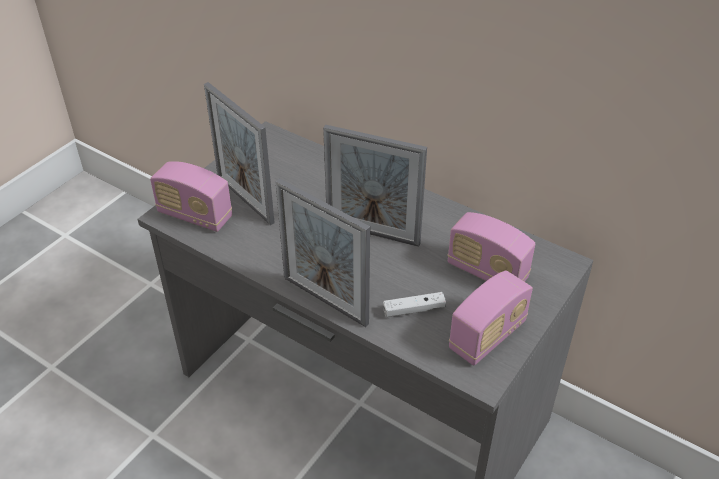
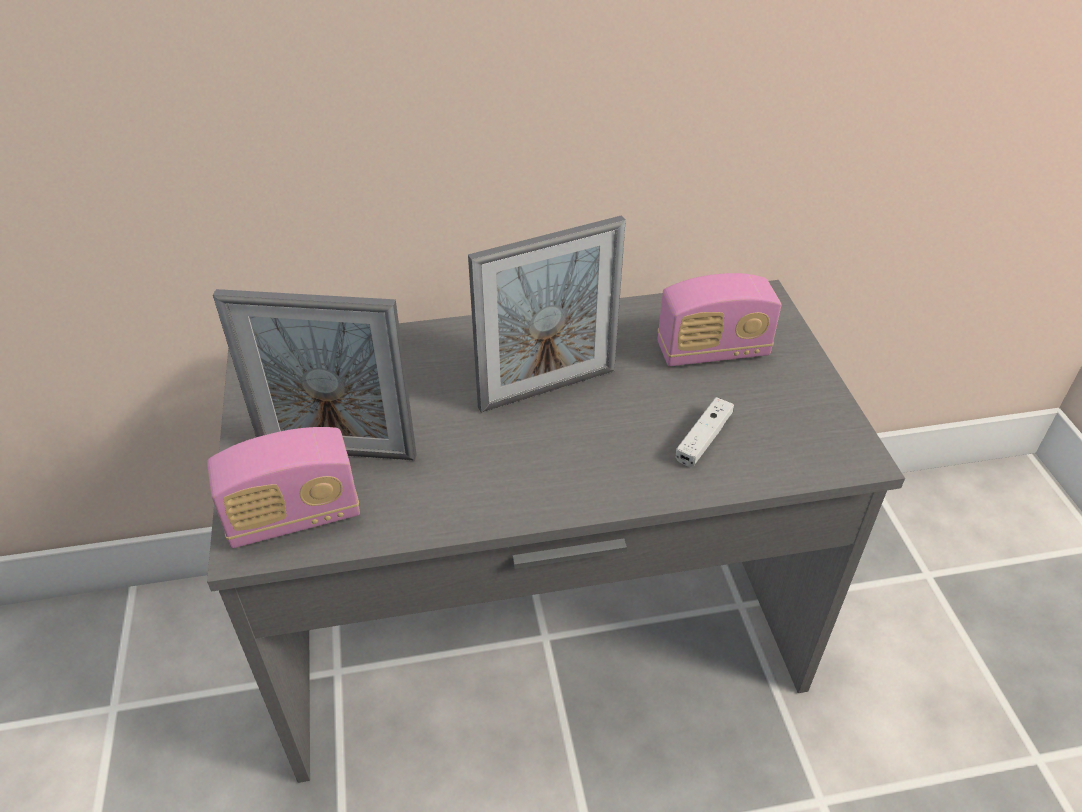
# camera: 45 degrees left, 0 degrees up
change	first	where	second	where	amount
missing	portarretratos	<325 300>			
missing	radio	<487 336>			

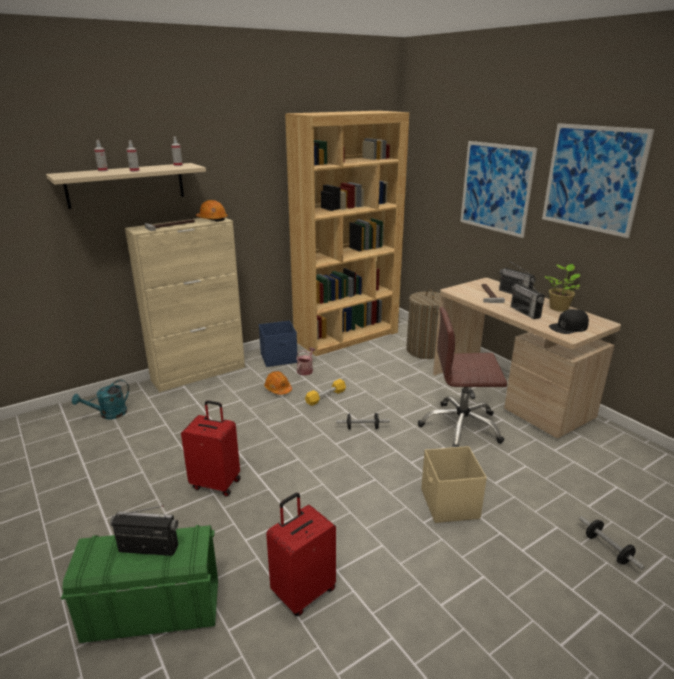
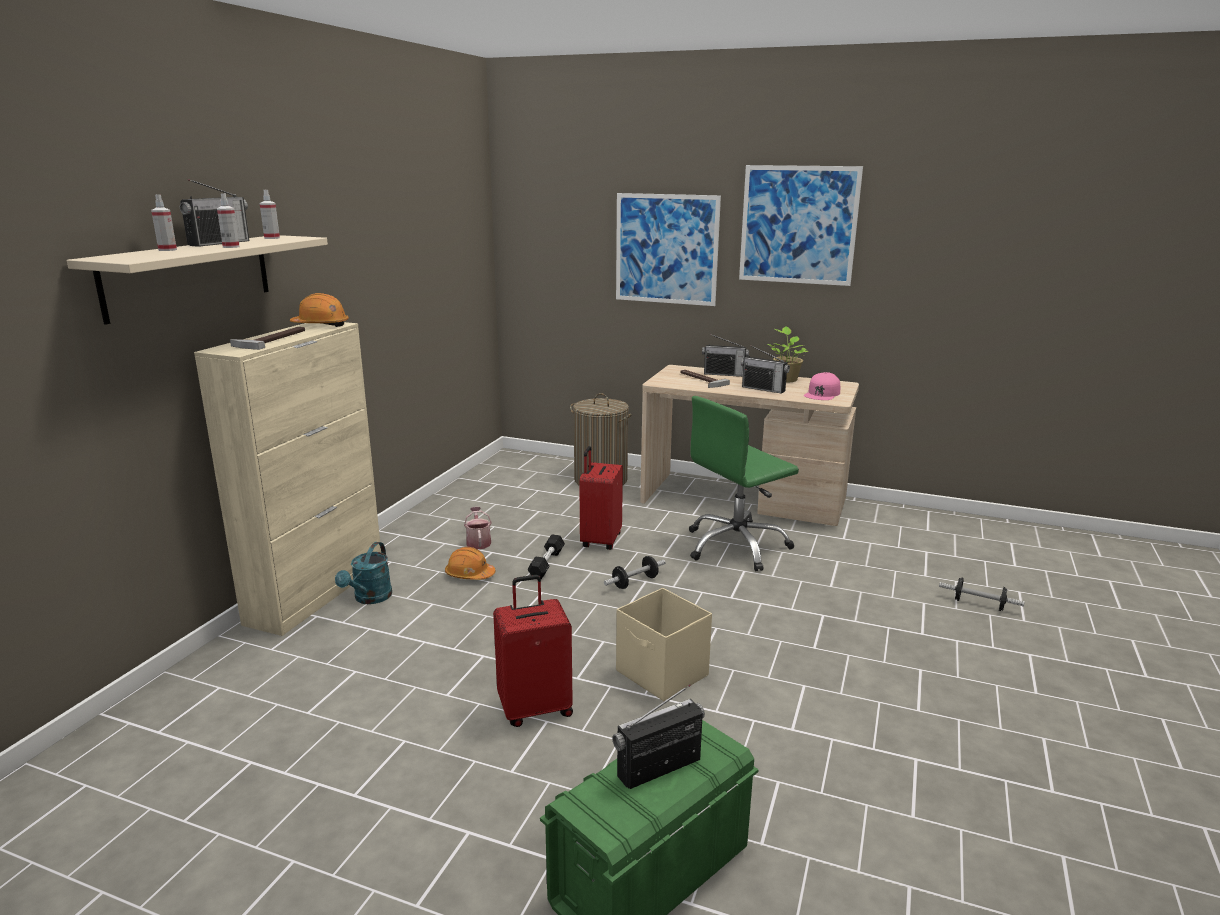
# camera: 35 degrees left, 5 degrees down
change	first	where	second	where	amount
missing	caja de almacenaje [azul]	<279 358>			
missing	estantería [marrón]	<347 336>			
appeared			radio	<219 243>	
relocated	regadera [turquesa]	<109 414>		<369 598>	
relocated	maleta [rojo]	<303 592>		<600 541>	
relocated	caja de almacenaje [beis]	<449 504>		<662 674>	
colour	mancuerna [amarillo]	<326 397>	mancuerna [negro]	<546 564>	
colour	silla de oficina [marrón]	<461 427>	silla de oficina [verde]	<736 546>	
colour	gorra [negro]	<568 327>	gorra [rosa]	<822 394>	

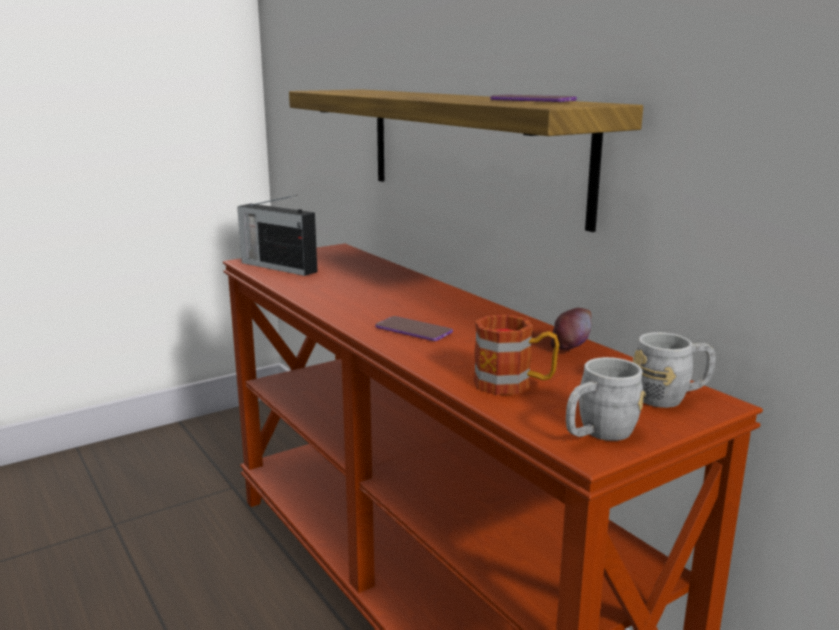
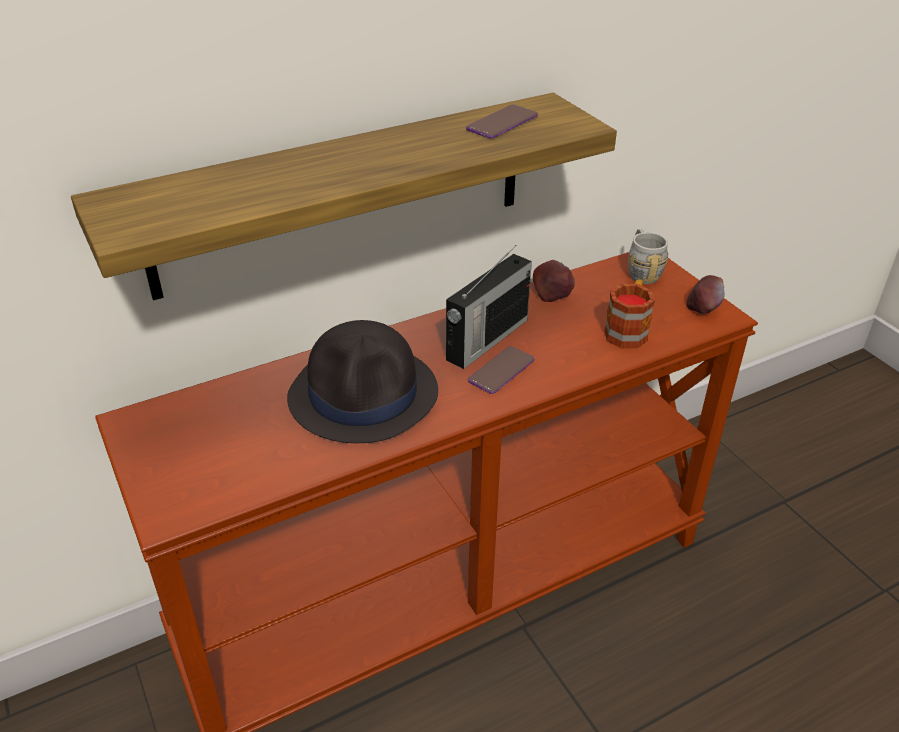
# camera: 85 degrees left, 20 degrees up
change	first	where	second	where	amount
appeared			sombrero [negro]	<364 395>	
relocated	radio	<277 267>		<486 340>	
exchanged	taza grande [gris]	<597 434>	manzana	<702 309>	

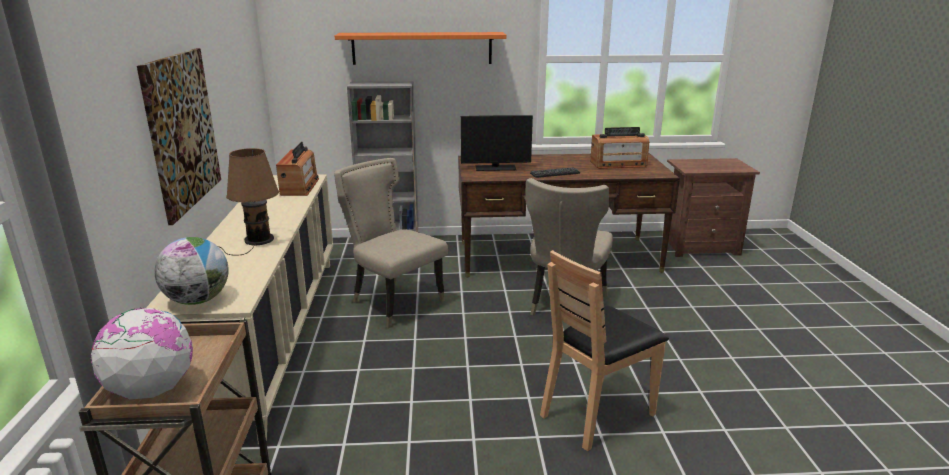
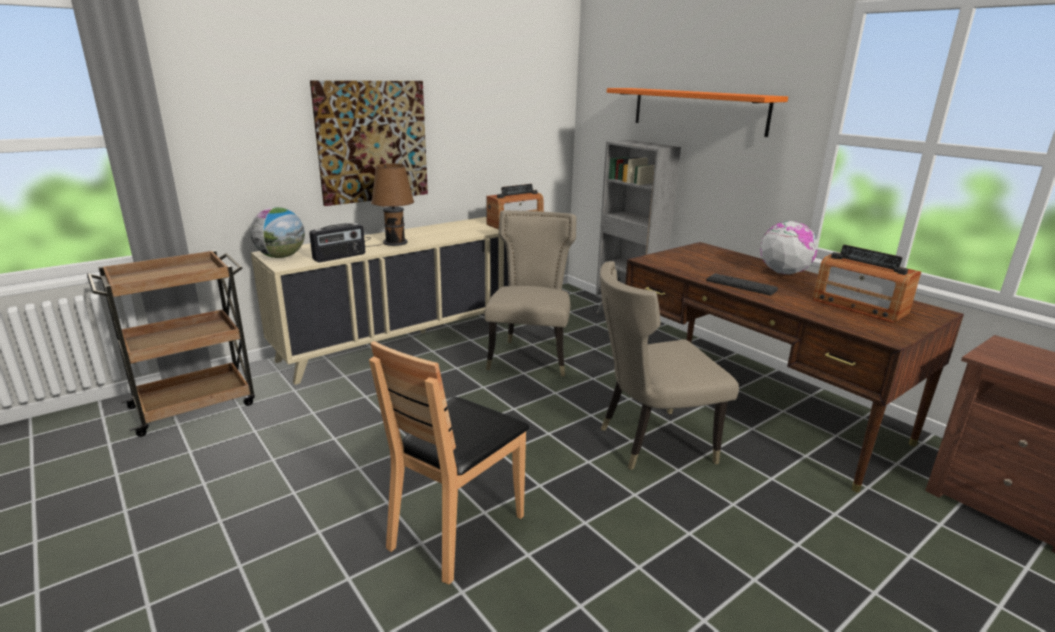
# camera: 55 degrees right, 0 degrees up
change	first	where	second	where	amount
missing	monitor	<495 168>			
appeared			radio	<340 257>	
relocated	globo terráqueo	<151 390>		<783 272>	
spun	silla [marrón]	<597 413>		<456 529>	75 degrees counterclockwise

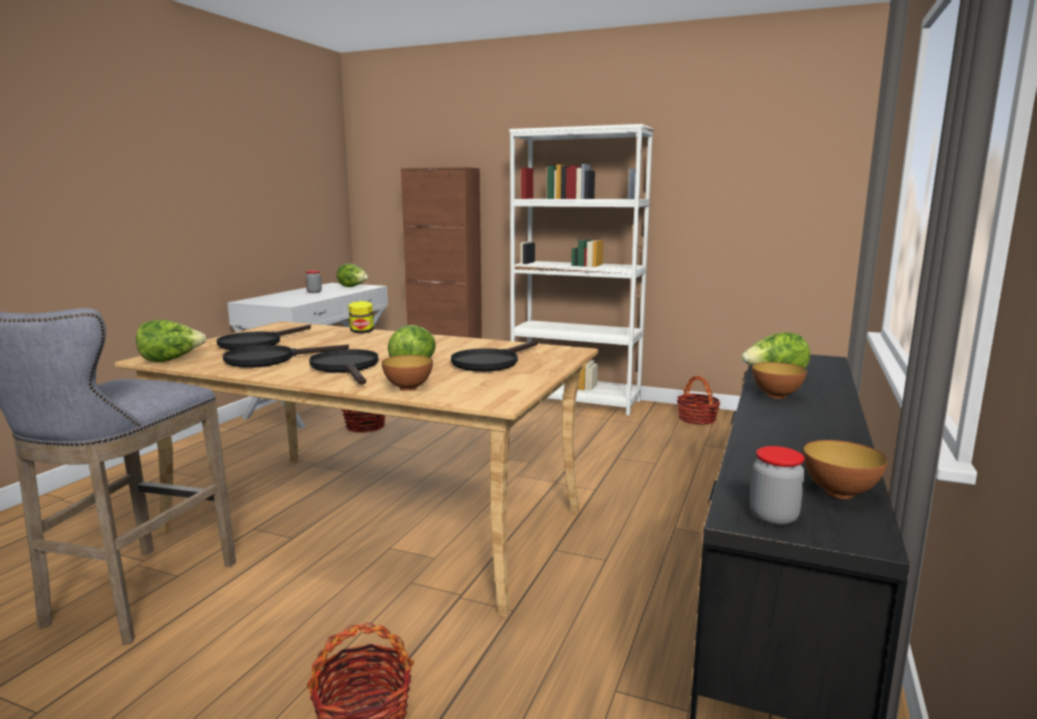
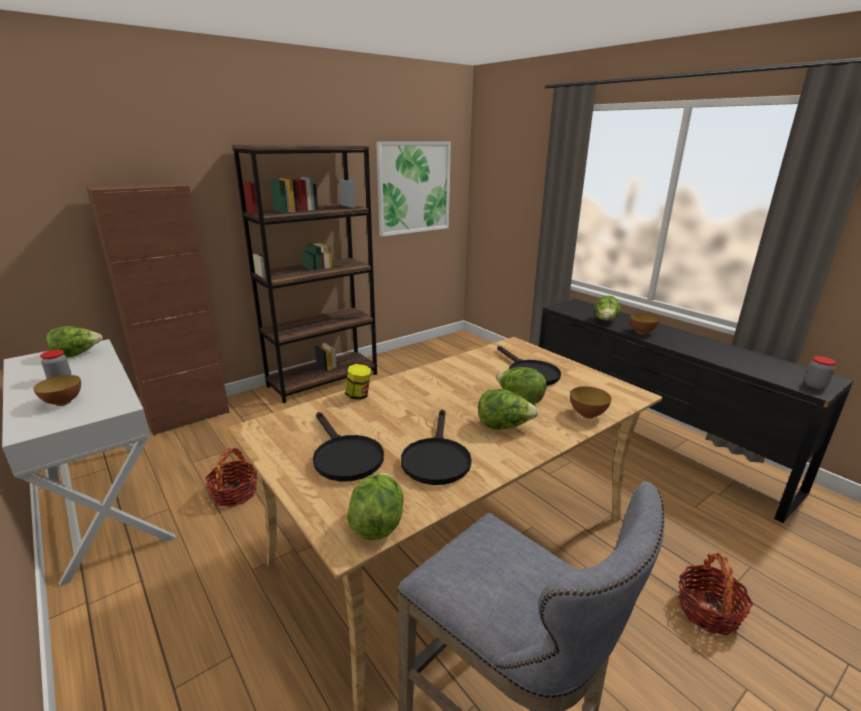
# camera: 60 degrees left, 10 degrees up
change	first	where	second	where	amount
missing	cesta	<696 419>			
appeared			cuadro	<414 188>	
relocated	cuenco	<839 493>		<63 402>	
exchanged	sartén [negro]	<347 368>	lechuga	<504 426>	
colour	estantería [blanco]	<576 401>	estantería [marrón]	<323 380>	

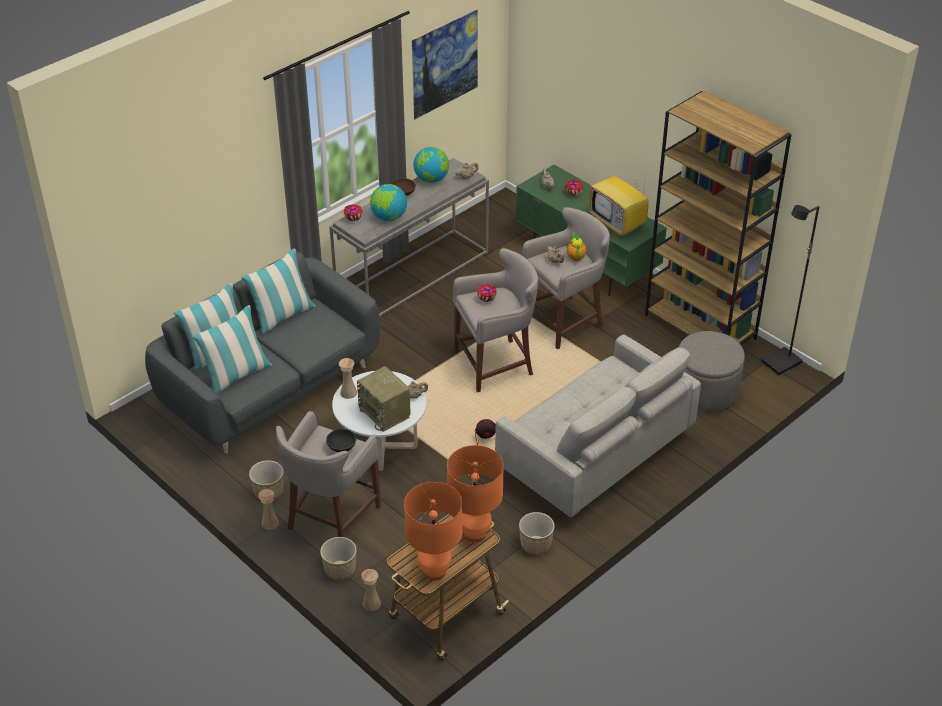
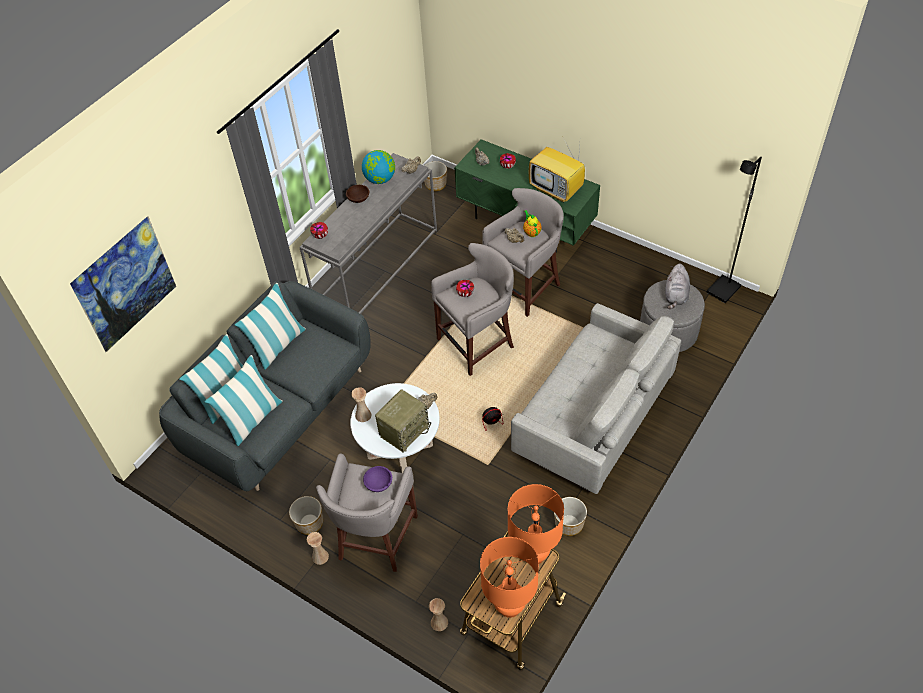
# camera: 10 degrees left, 10 degrees up
change	first	where	second	where	amount
missing	globo terráqueo	<389 217>			
missing	estantería [marrón]	<701 327>			
appeared			peluche [gris]	<676 296>	
relocated	maceta	<340 569>		<435 184>	
relocated	cuadro	<446 84>		<134 302>	
colour	cuenco [negro]	<341 447>	cuenco [morado]	<379 484>	
spun	radio	<385 413>		<404 430>	90 degrees counterclockwise

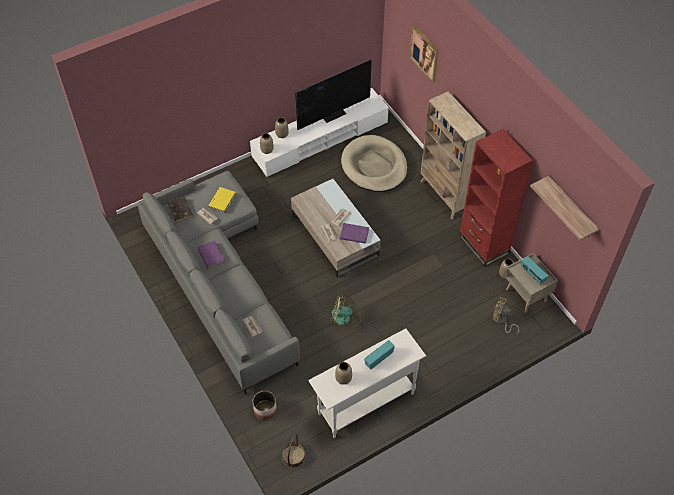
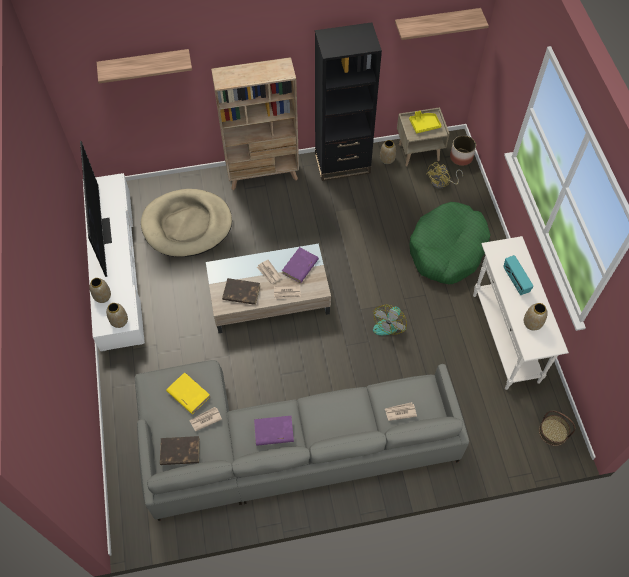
# camera: 70 degrees left, 5 degrees up
change	first	where	second	where	amount
appeared			libro [marrón]	<241 293>	
appeared			cama para perro [verde]	<447 250>	
relocated	maceta	<265 410>		<461 157>	
exchanged	cuadro	<424 53>	estante	<145 65>	
exchanged	radio	<532 275>	bandeja [amarillo]	<424 125>	
colour	estantería [rojo]	<483 244>	estantería [negro]	<342 164>	

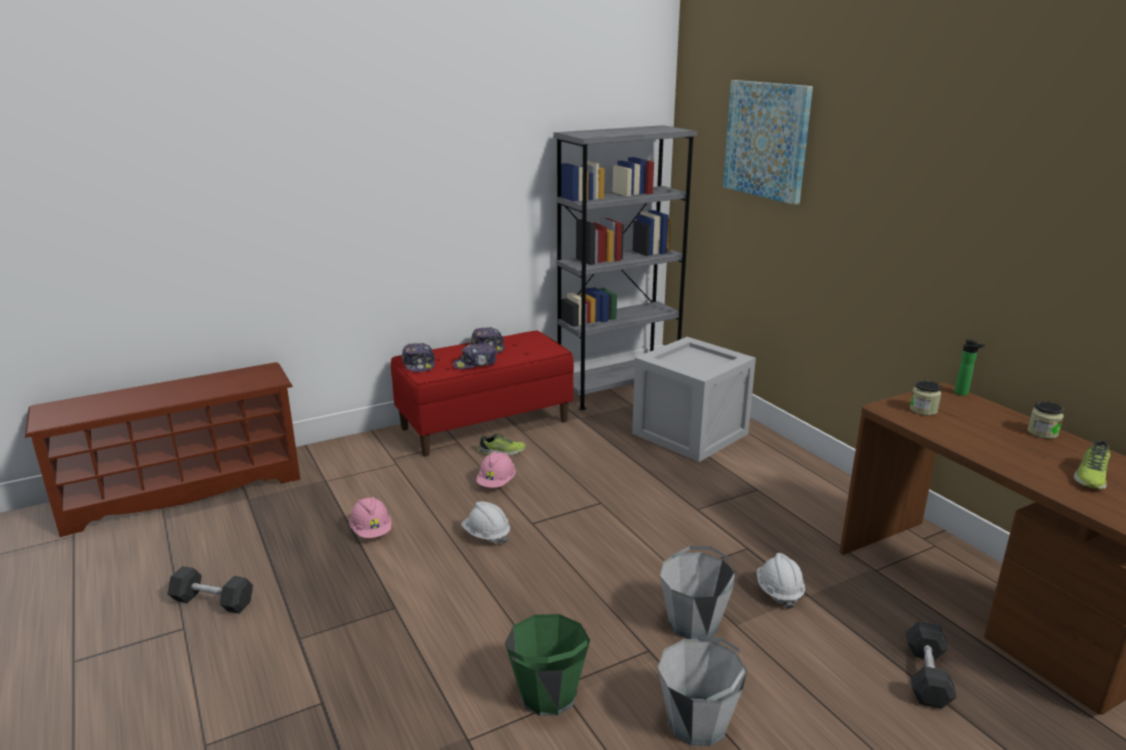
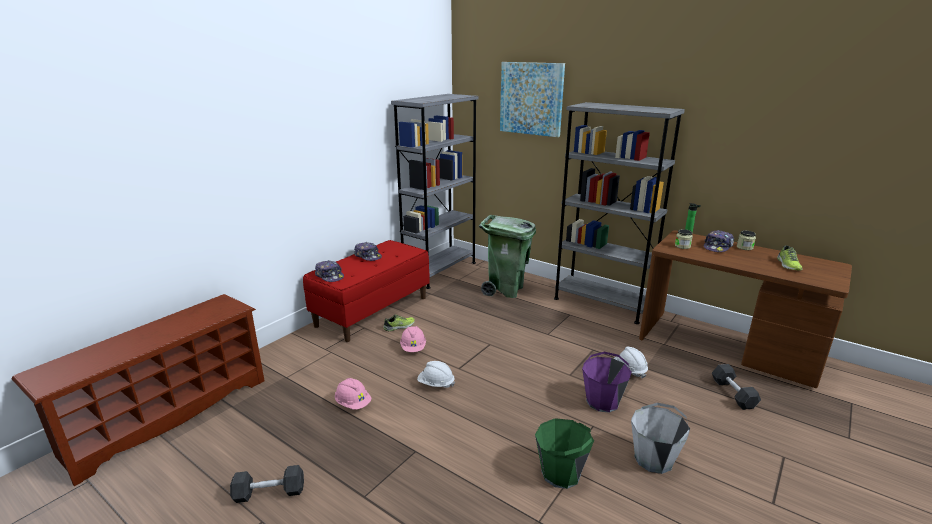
# camera: 25 degrees left, 0 degrees up
change	first	where	second	where	amount
appeared			estantería [gris]	<601 303>	
relocated	gorra	<475 364>		<717 247>	
exchanged	caja de embalaje	<690 433>	papelera [verde]	<505 290>	
colour	cubo [gris]	<694 623>	cubo [morado]	<602 401>	

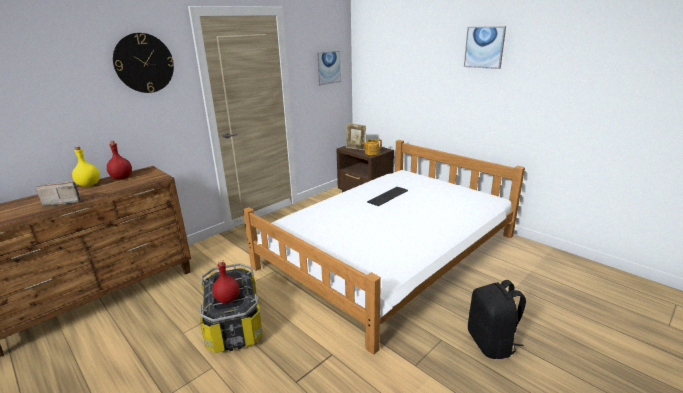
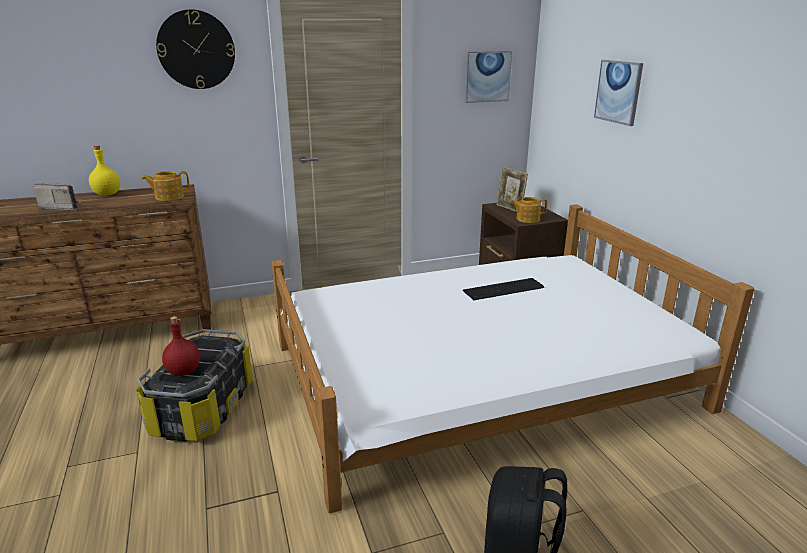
# camera: 25 degrees right, 0 degrees up
change	first	where	second	where	amount
missing	botella [rojo]	<122 178>			
appeared			tetera	<168 197>	
relocated	cuadro	<484 47>		<618 92>	

